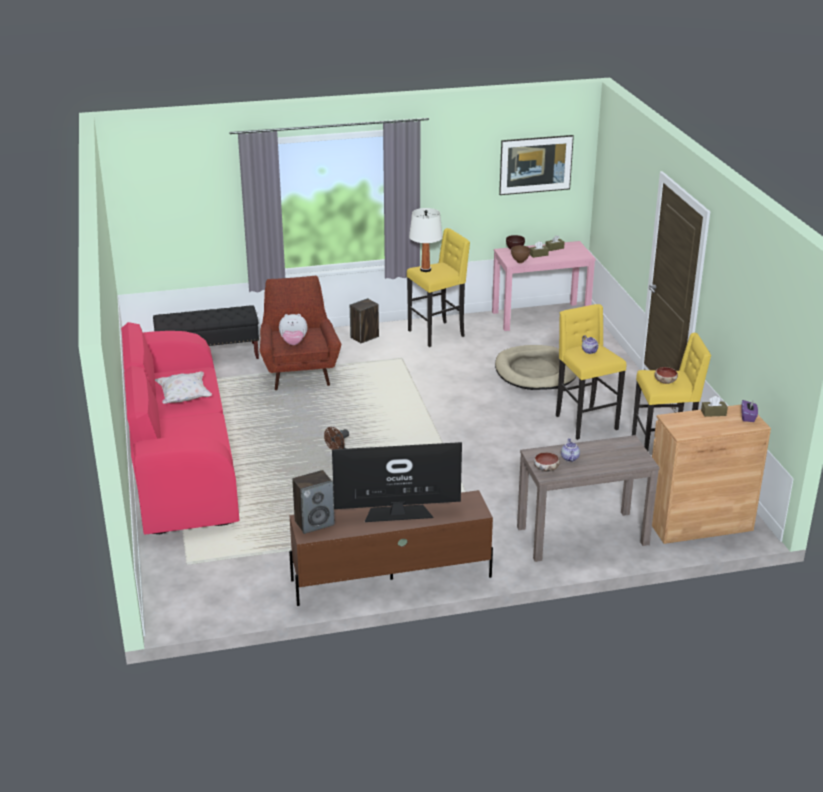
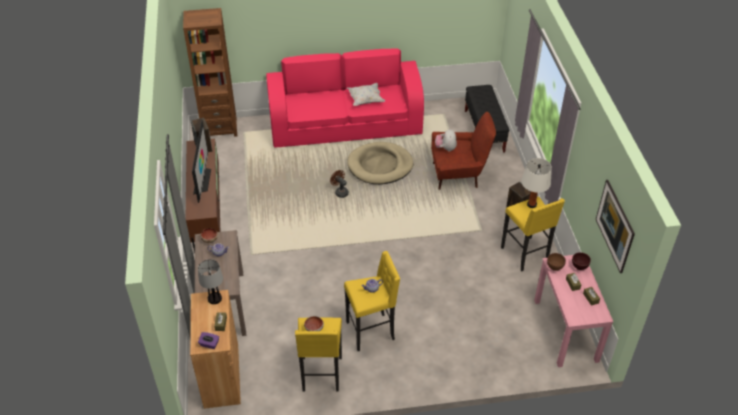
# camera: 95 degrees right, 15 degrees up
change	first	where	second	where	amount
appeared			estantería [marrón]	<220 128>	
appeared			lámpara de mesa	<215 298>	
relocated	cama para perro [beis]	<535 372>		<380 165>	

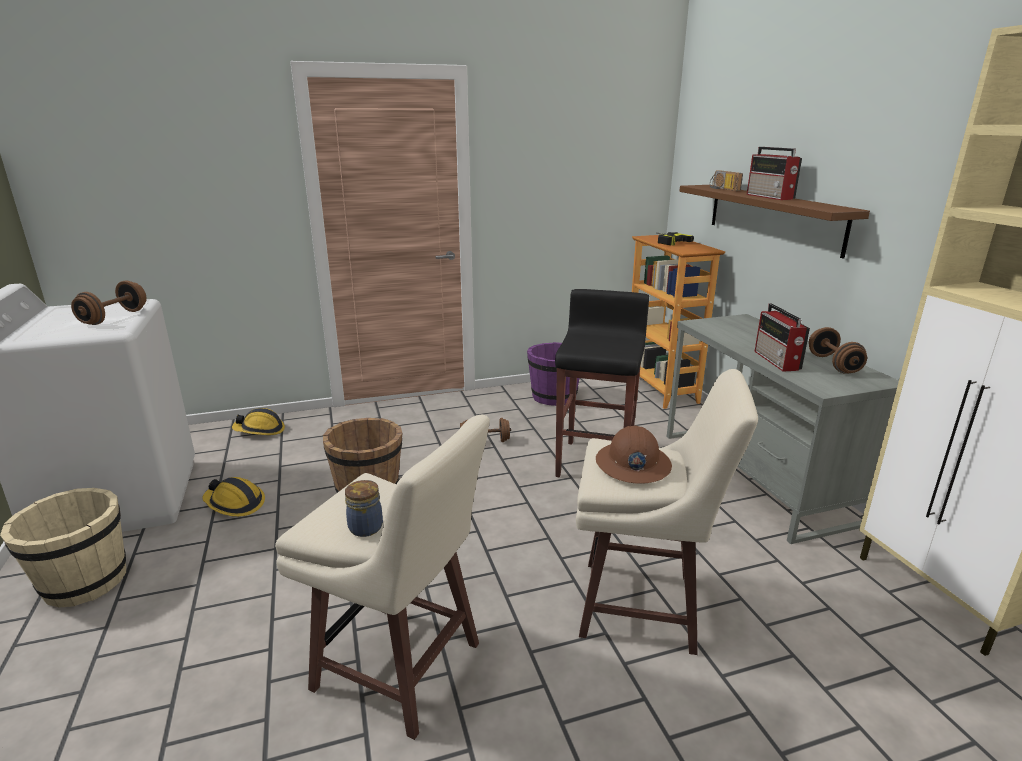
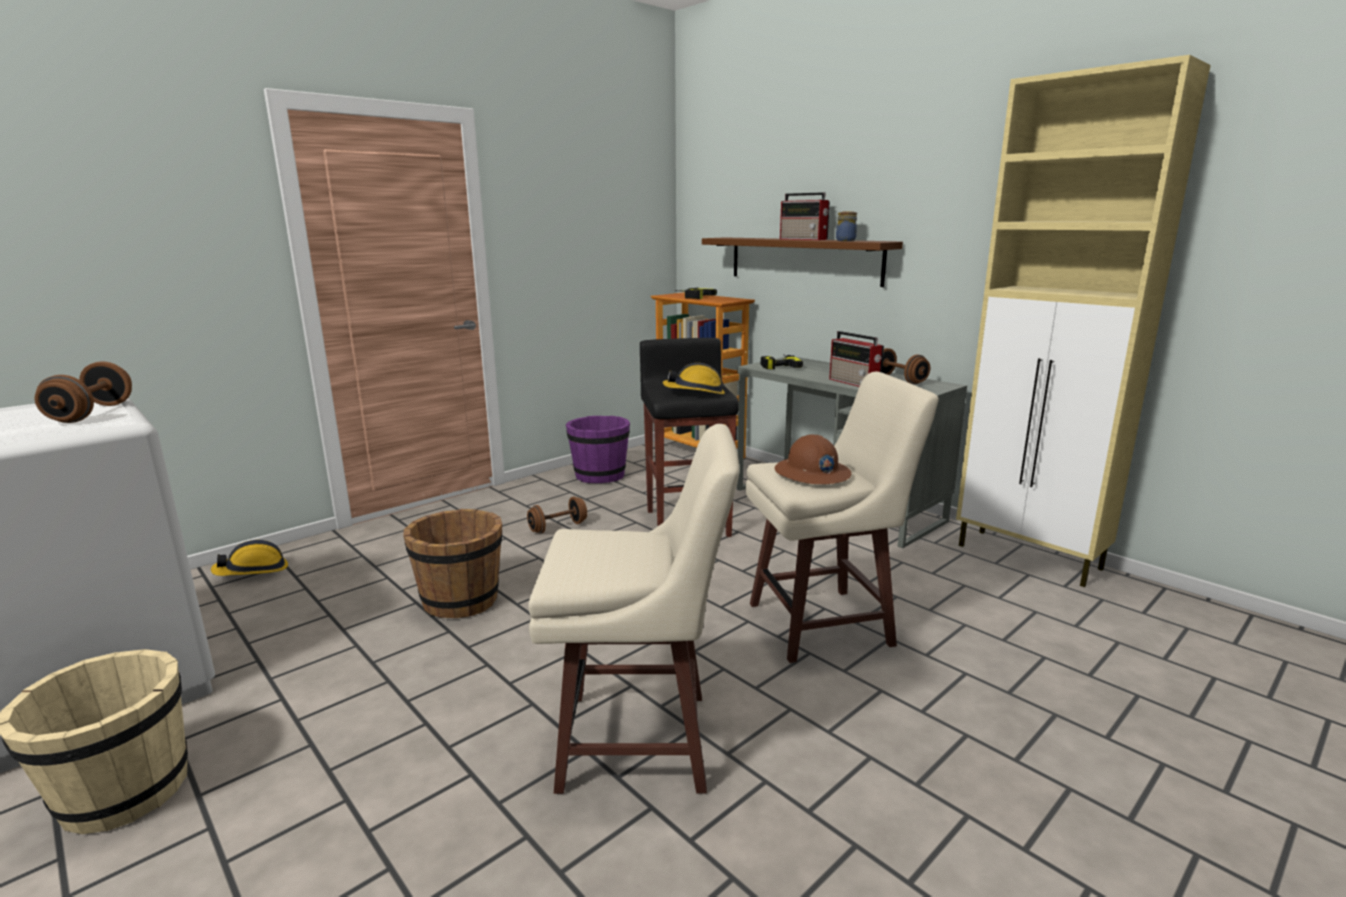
# camera: 25 degrees left, 5 degrees down
change	first	where	second	where	amount
missing	radio	<722 189>			
appeared			taladro	<778 364>	
relocated	casco	<234 504>		<695 393>	
relocated	tarro	<366 526>		<845 240>	

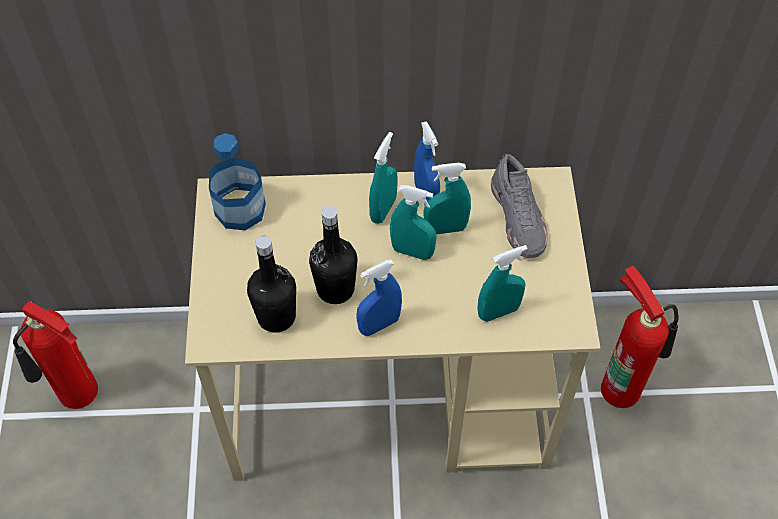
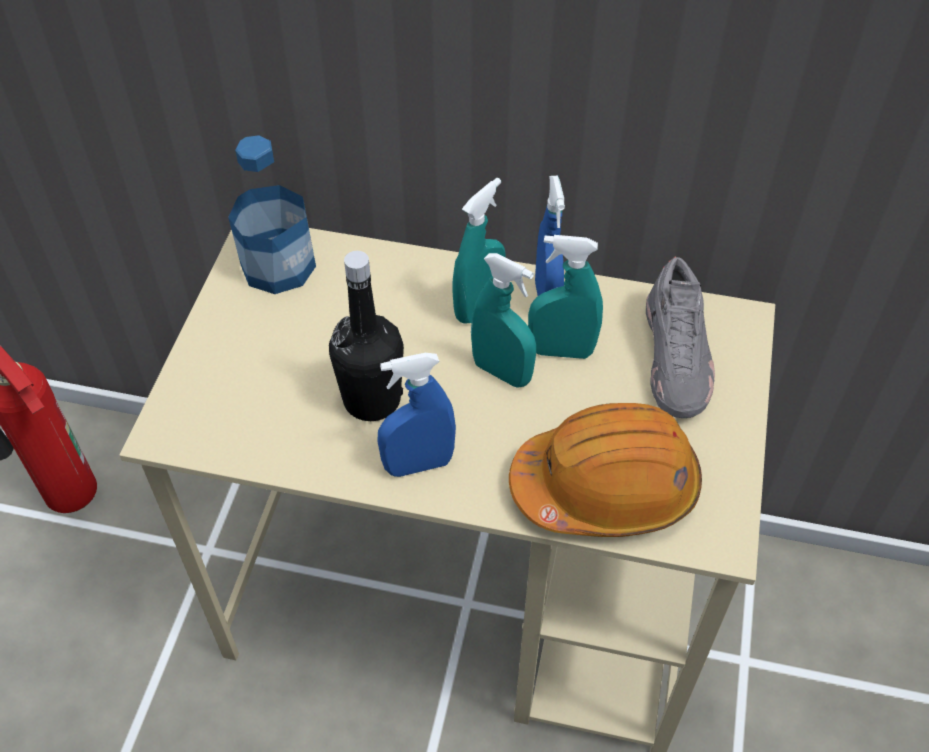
# camera: 15 degrees right, 5 degrees down
change	first	where	second	where	amount
missing	botella [negro]	<276 316>			
missing	extintor	<622 386>			
exchanged	pulverizador [turquesa]	<498 312>	casco [naranja]	<606 487>	

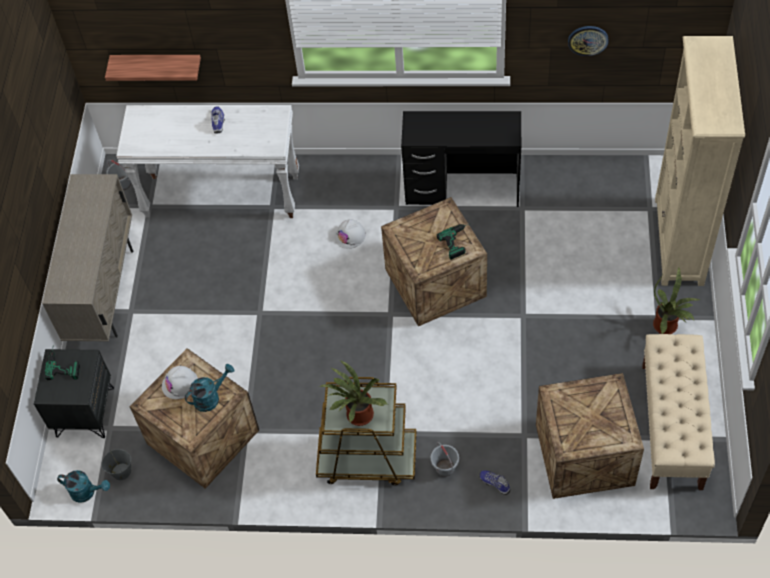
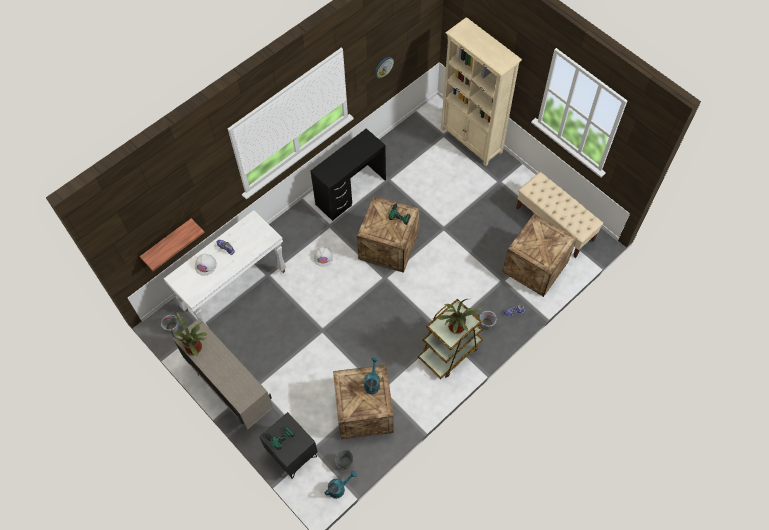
# camera: 50 degrees left, 5 degrees up
change	first	where	second	where	amount
relocated	casco [blanco]	<180 384>		<205 265>	
relocated	planta en maceta	<668 326>		<195 346>	

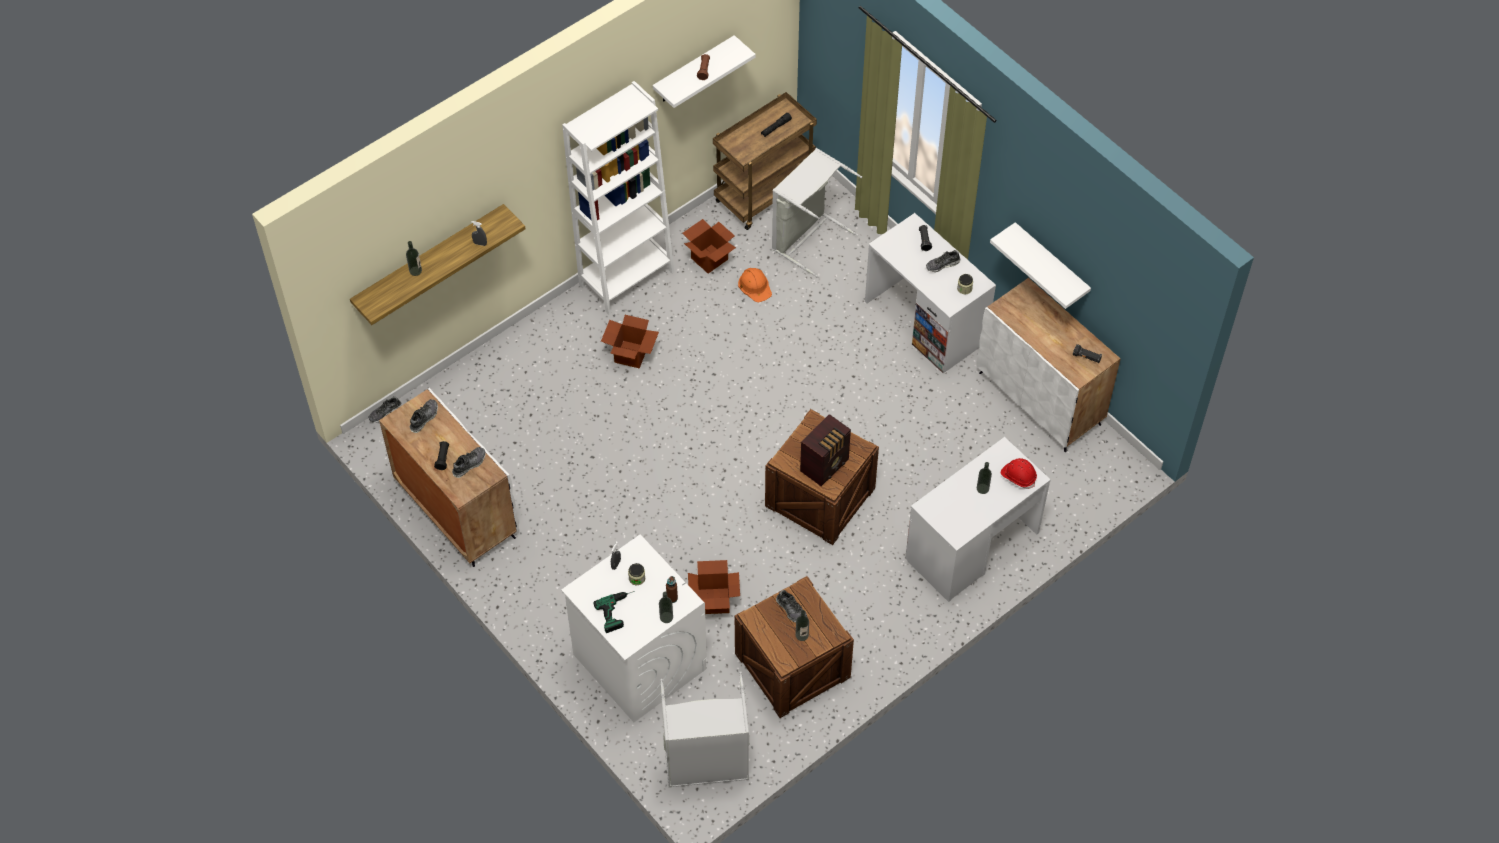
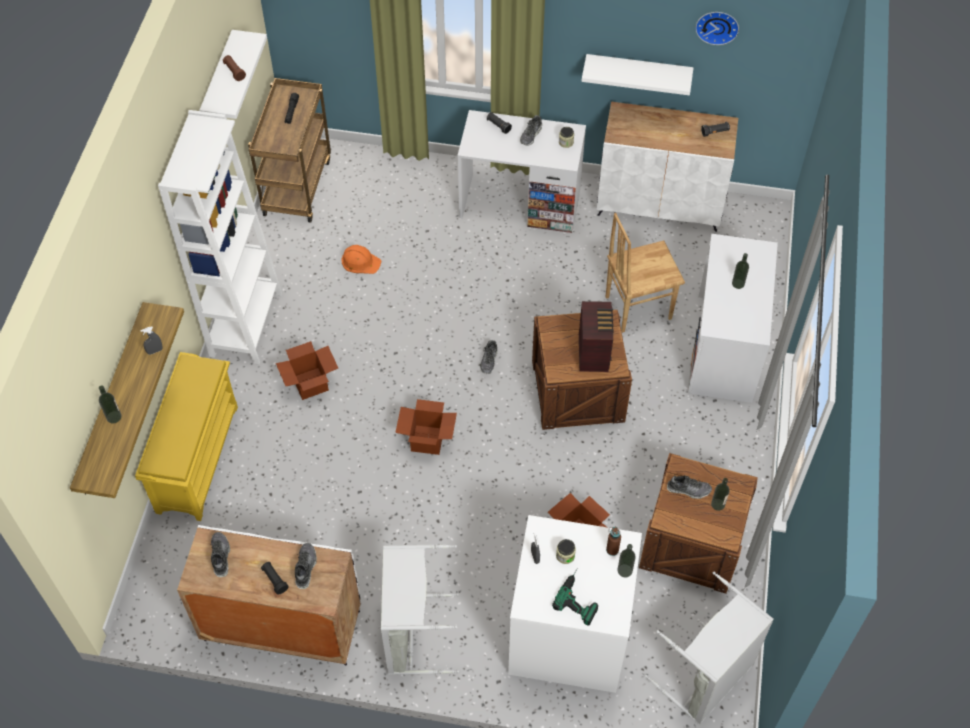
# camera: 40 degrees left, 0 degrees up
change	first	where	second	where	amount
missing	casco [rojo]	<1018 476>			
appeared			zapatero [amarillo]	<197 457>	
appeared			silla [marrón]	<637 307>	
appeared			reloj de pared	<717 26>	
relocated	zapato	<385 413>		<489 360>	
relocated	caja de cartón	<709 259>		<427 440>	
relocated	cesto de la ropa [gris]	<808 238>		<412 634>	

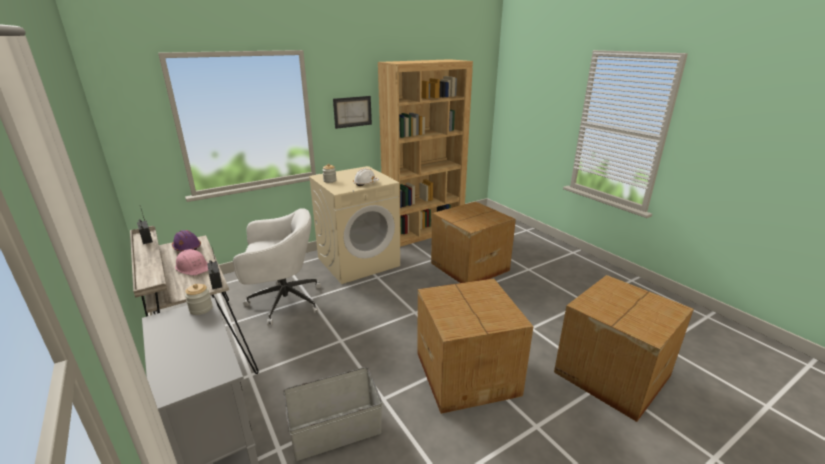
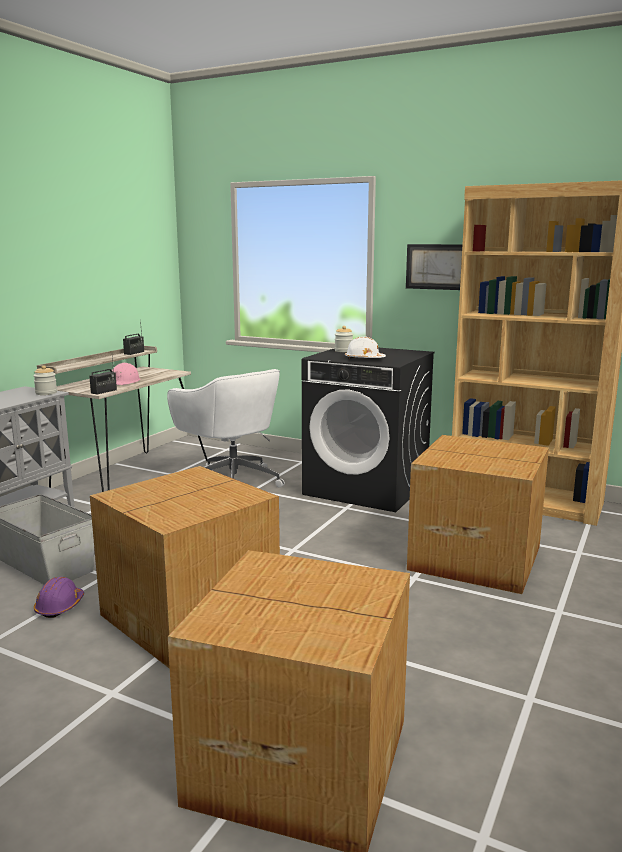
# camera: 60 degrees right, 10 degrees down
change	first	where	second	where	amount
relocated	casco [morado]	<187 247>		<59 606>	
colour	lavadora [beis]	<358 261>	lavadora [negro]	<367 488>	

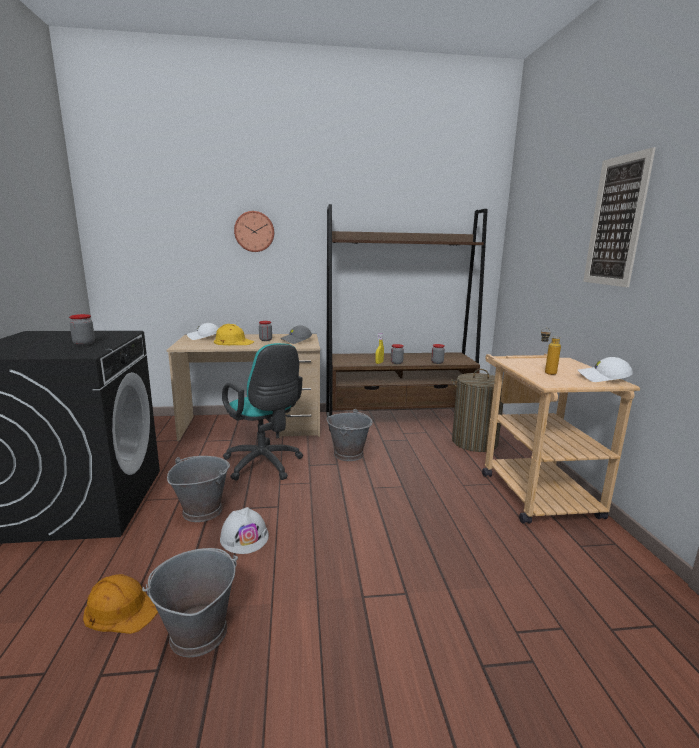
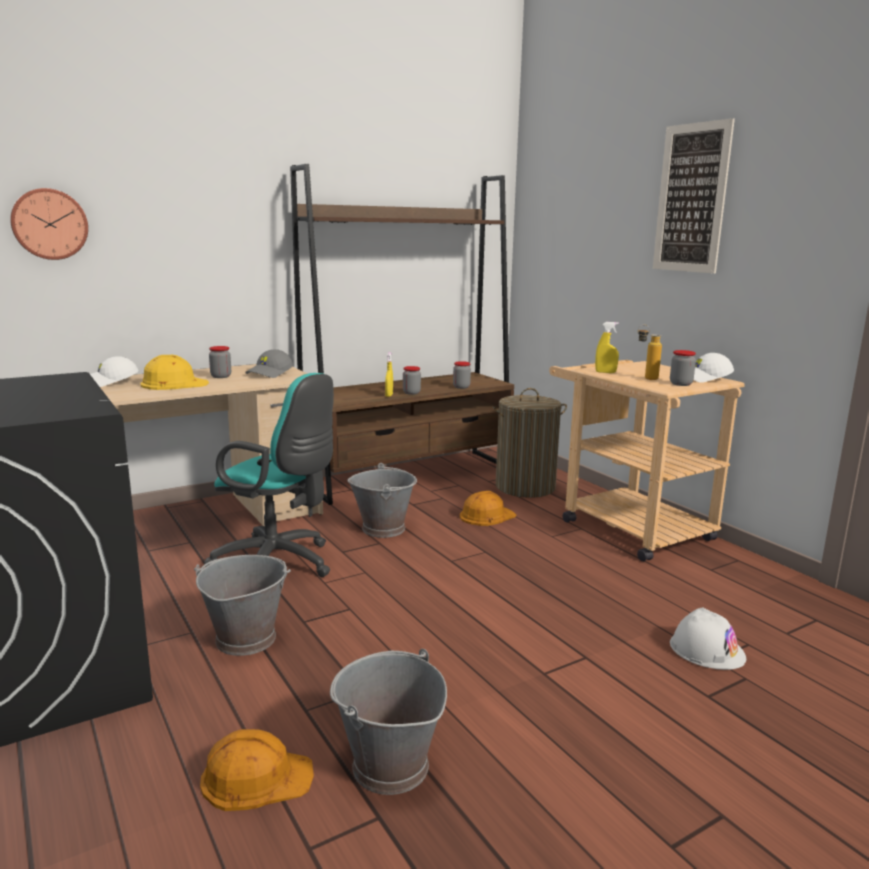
# camera: 25 degrees left, 0 degrees up
change	first	where	second	where	amount
appeared			casco [naranja]	<486 515>	
appeared			pulverizador [amarillo]	<605 372>	
relocated	tarro	<84 343>		<680 384>	
relocated	casco [blanco]	<244 537>		<707 649>	
relocated	reloj de pared	<254 231>		<49 224>	

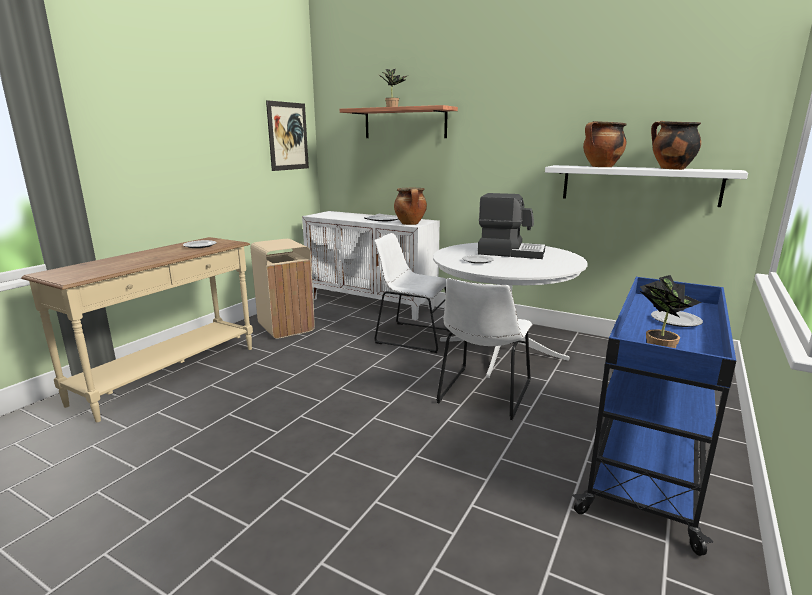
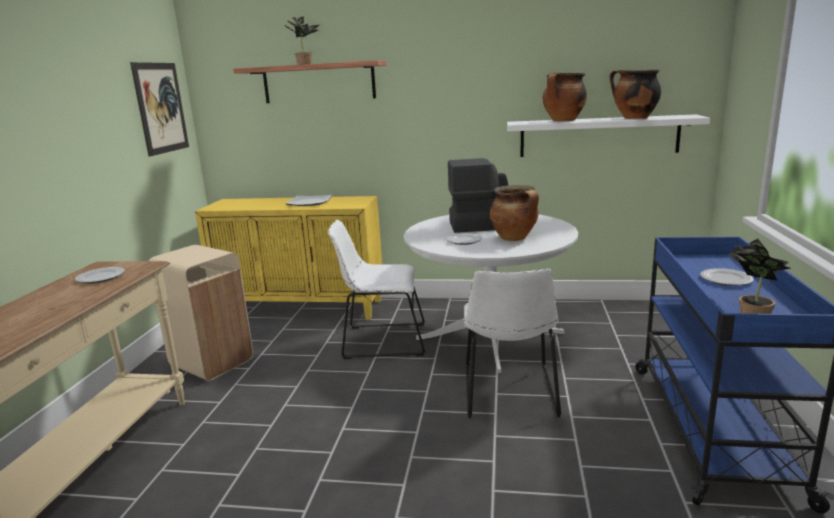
# camera: 20 degrees left, 0 degrees up
change	first	where	second	where	amount
relocated	olla	<410 224>		<515 238>	
colour	armario [blanco]	<372 303>	armario [amarillo]	<302 308>	

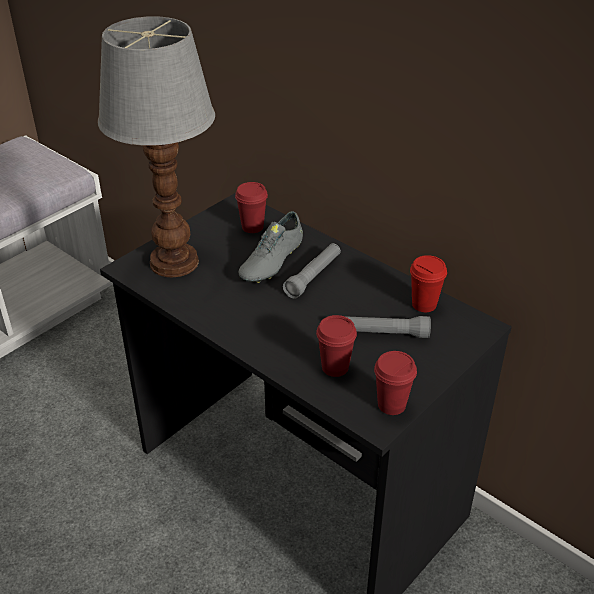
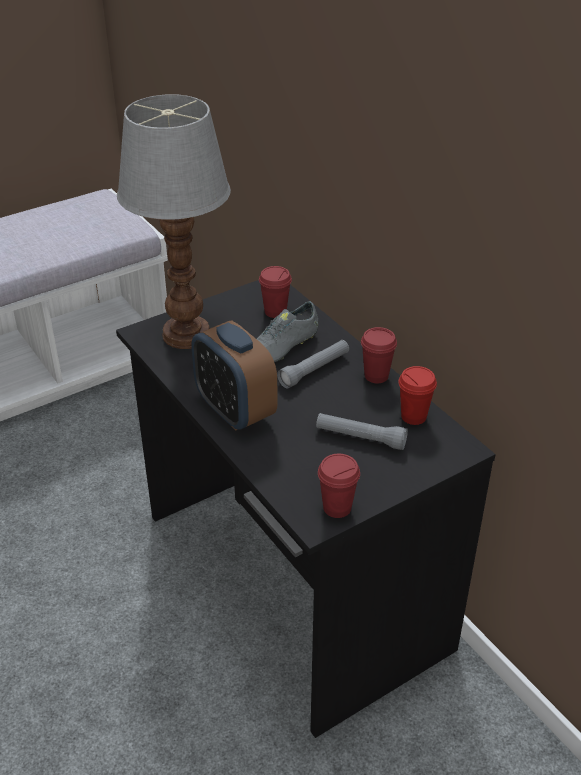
# camera: 15 degrees right, 0 degrees up
change	first	where	second	where	amount
appeared			despertador	<235 411>	
relocated	taza [rojo]	<335 367>		<376 376>	

